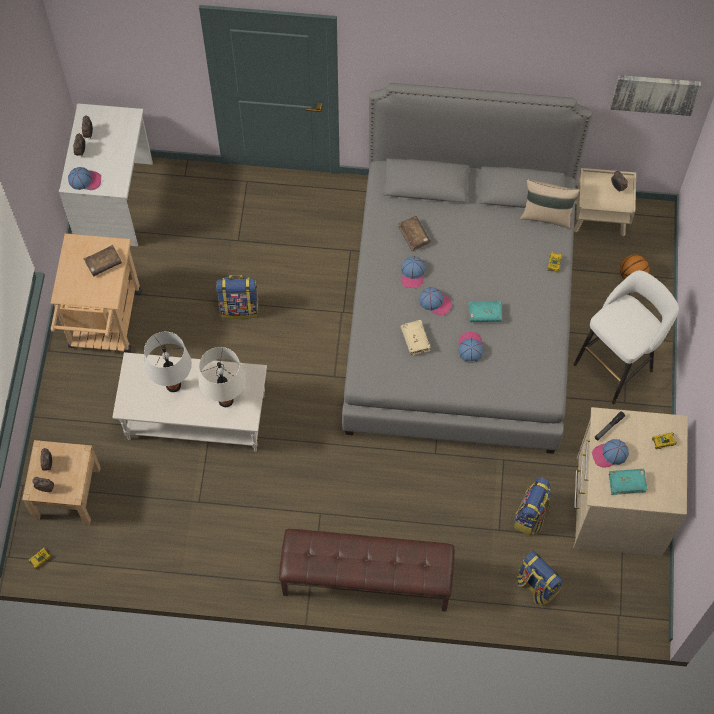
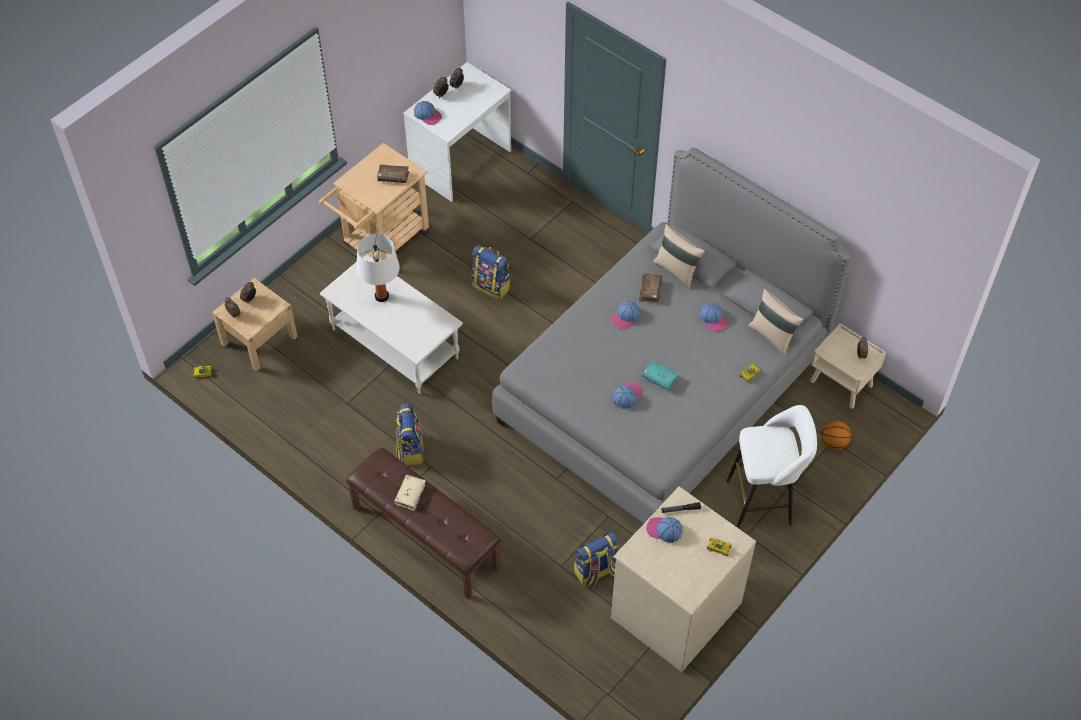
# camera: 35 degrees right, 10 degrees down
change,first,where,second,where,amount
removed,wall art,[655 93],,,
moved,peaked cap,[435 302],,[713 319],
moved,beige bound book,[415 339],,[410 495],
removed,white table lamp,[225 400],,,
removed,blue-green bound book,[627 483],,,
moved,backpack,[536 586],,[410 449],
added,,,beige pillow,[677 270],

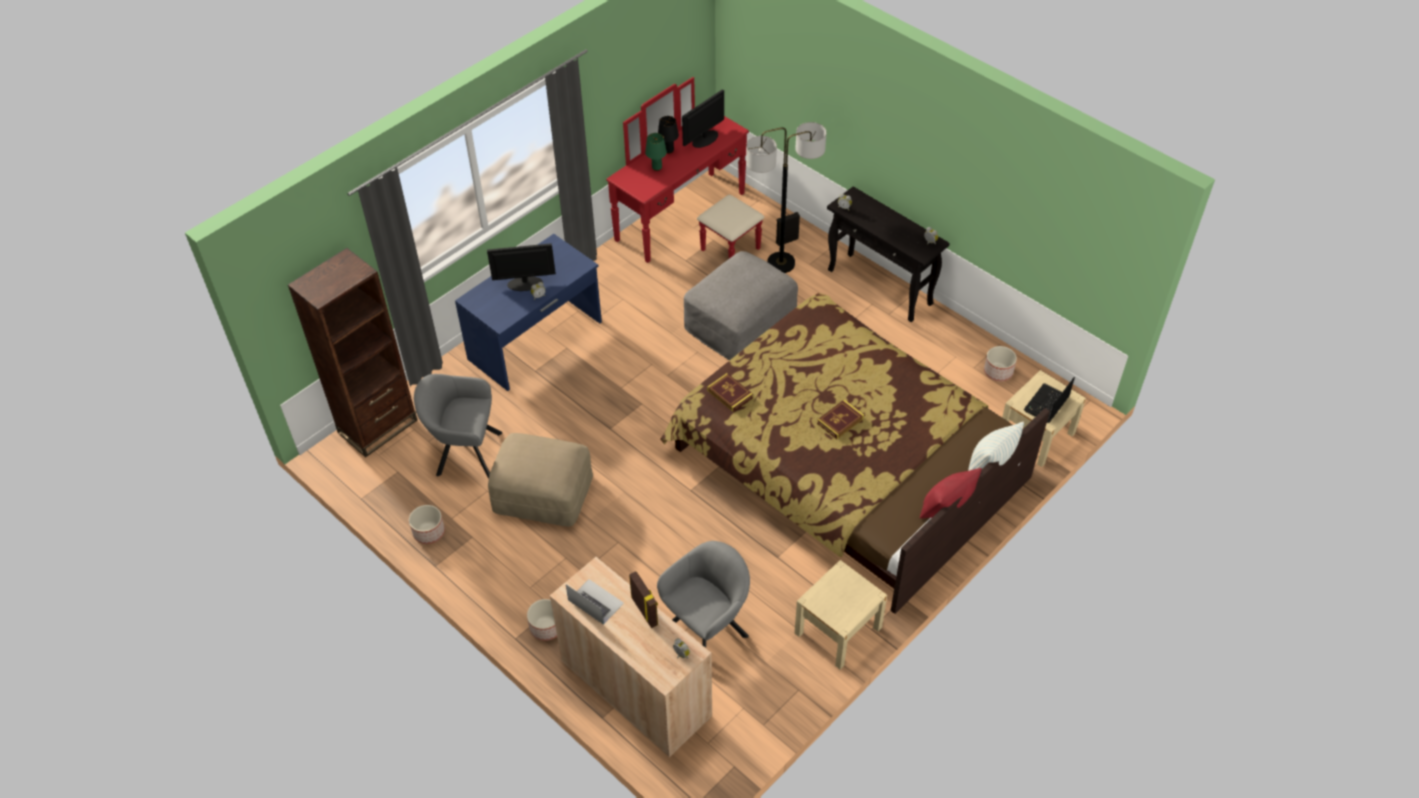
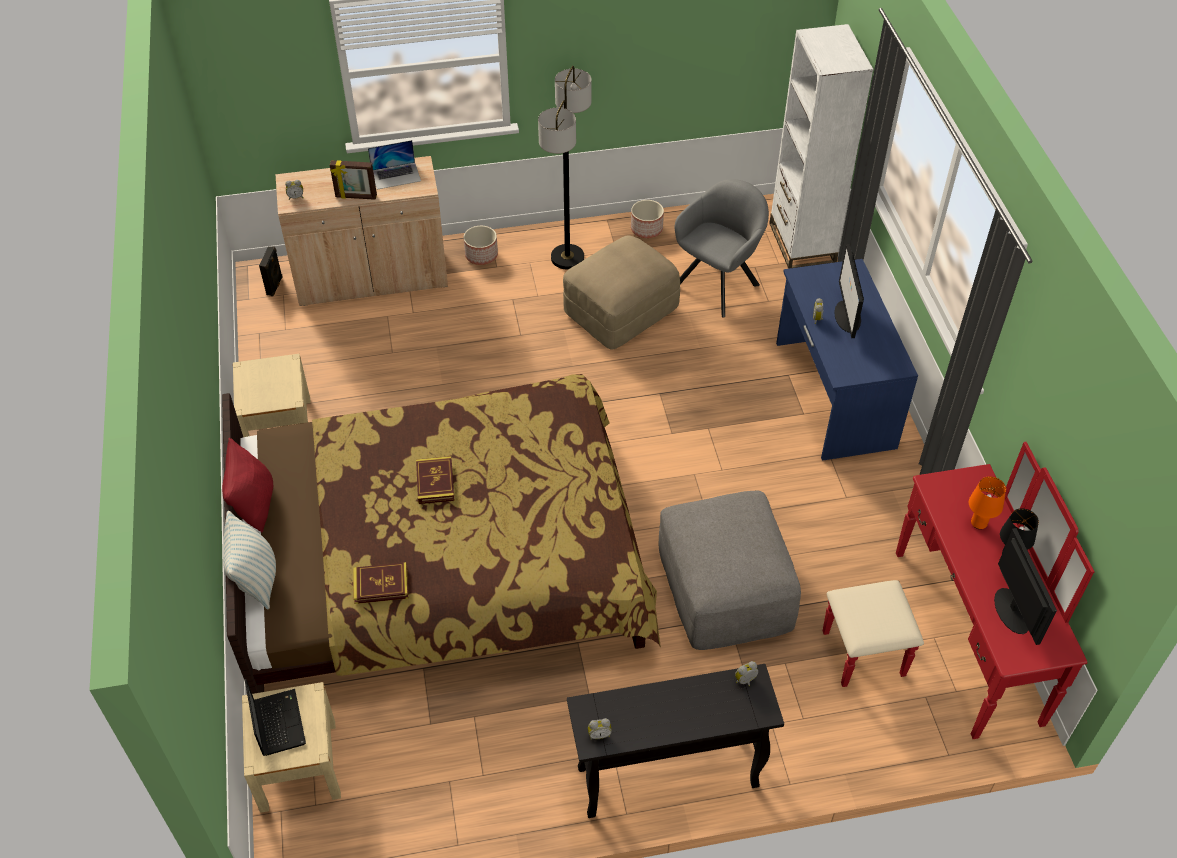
# camera: 125 degrees right, 0 degrees up
change,first,where,second,where,amount
moved,floor lamp,[781 263],,[567 258],
recoloured,greenish table lamp,[657 168],orange-coloured table lamp,[978 523],
moved,black-coloured audio speaker,[786 240],,[275 286],
turned,computer screen,[524 283],,[847 317],150 degrees clockwise
recoloured,brown-coloured bookcase,[378 426],white bookcase,[802 243],
removed,planter,[998 372],,,
moved,bound book,[730 394],,[381 585],
removed,grey easy chair,[708 630],,,

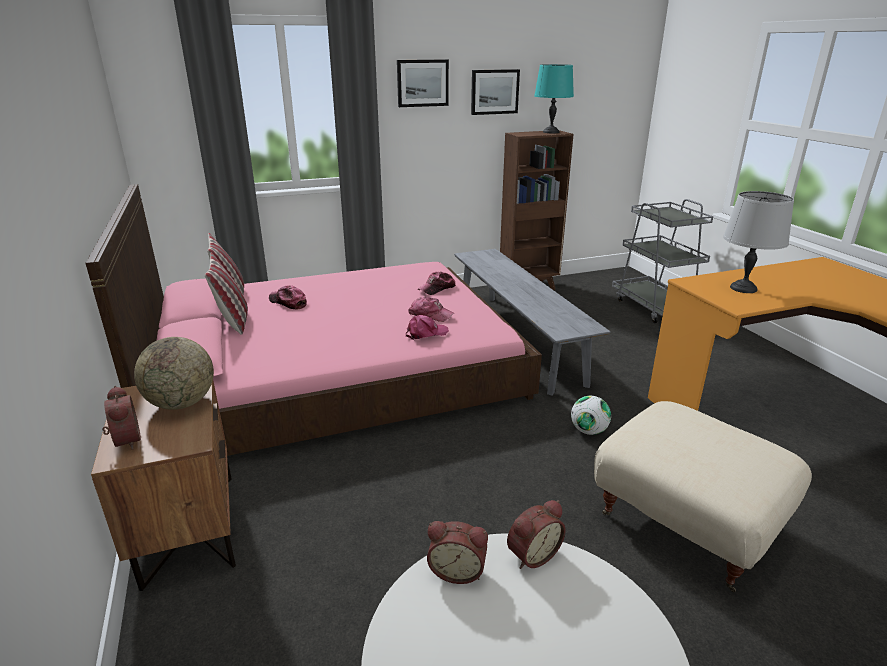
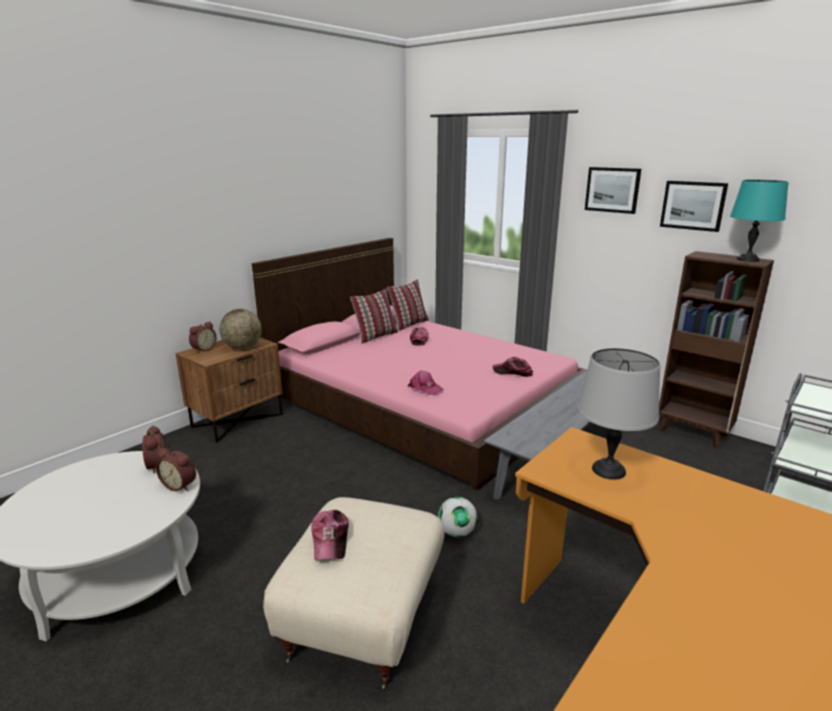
# camera: 60 degrees right, 5 degrees down
change,first,where,second,where,amount
moved,peaked cap,[430 315],,[330 540],

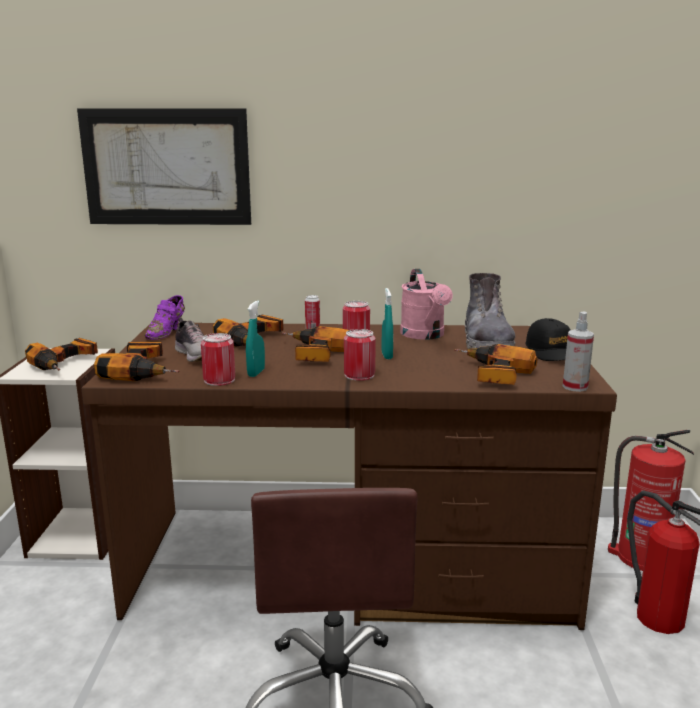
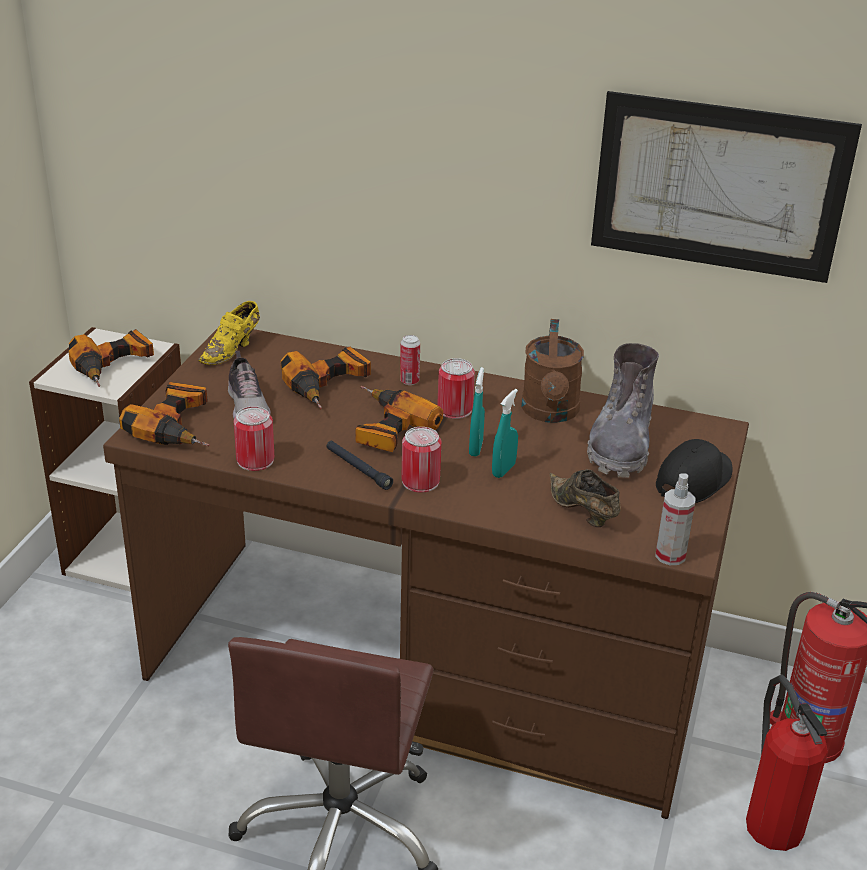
# camera: 15 degrees right, 15 degrees up
change,first,where,second,where,amount
moved,wall art,[166 167],,[719 187],
recoloured,pink watering pot,[425 335],brown-coloured watering pot,[550 413],
recoloured,purple-coloured item of footwear,[167 332],yellowish item of footwear,[232 350],
moved,blue-green spray bottle,[256 373],,[503 470],
turned,black-coloured peaked cap,[551 352],,[694 480],150 degrees counterclockwise
replaced,drill,[492 375],brown-coloured item of footwear,[582 512],
added,,,black-coloured hand torch,[358 469],

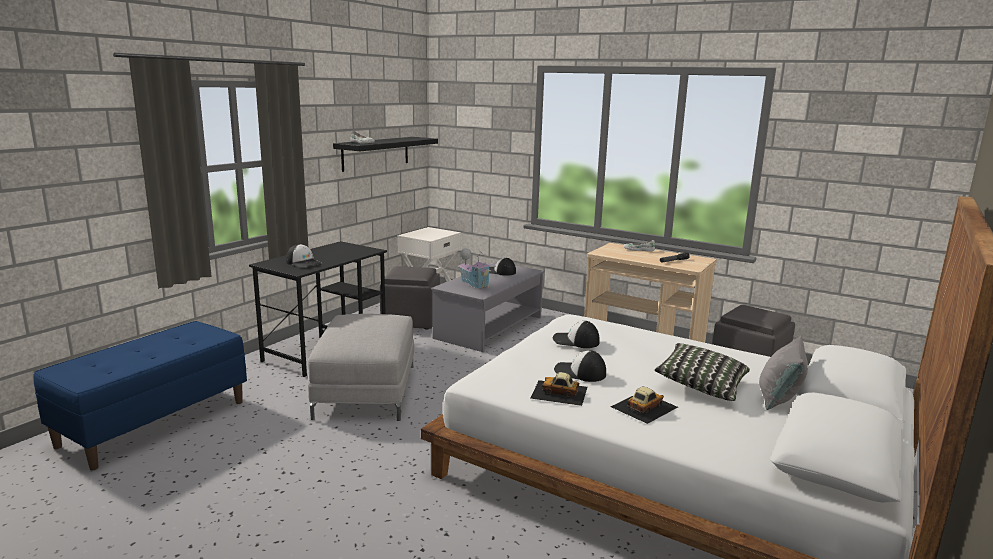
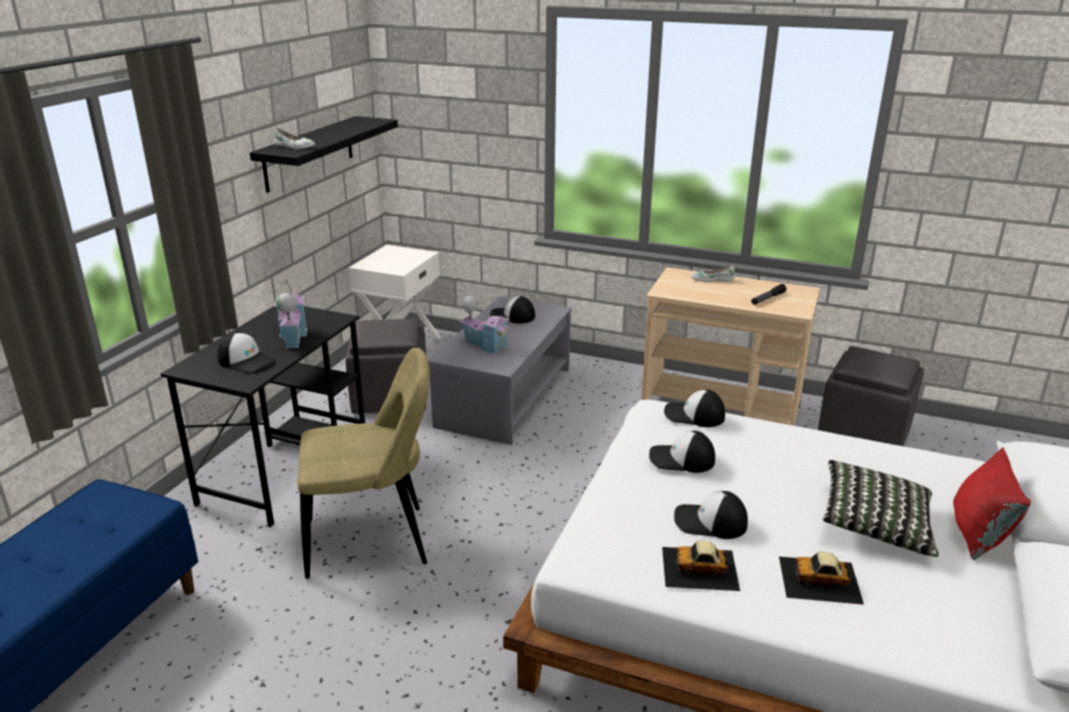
# camera: 10 degrees left, 10 degrees up
change,first,where,second,where,amount
replaced,grey footrest,[367 391],beige plain chair,[373 541],
recoloured,grey pillow,[779 398],red-coloured pillow,[978 534],
turned,miniature car,[643 406],,[820 580],120 degrees counterclockwise
added,,,model house,[292 337],
added,,,peaked cap,[693 415],

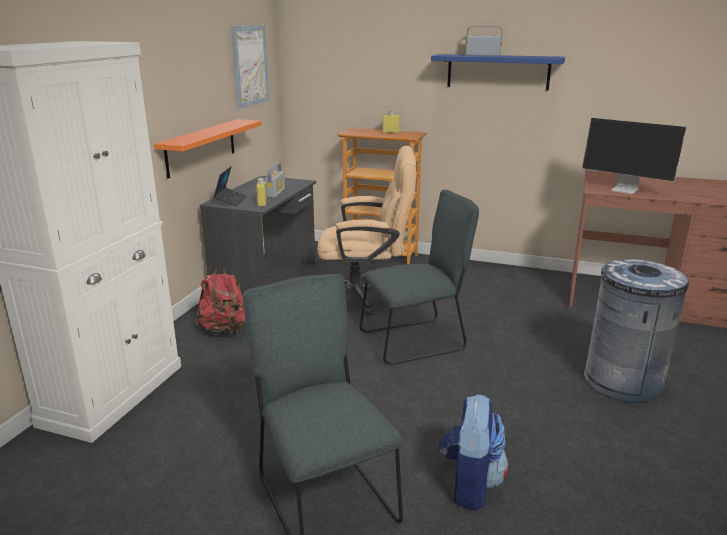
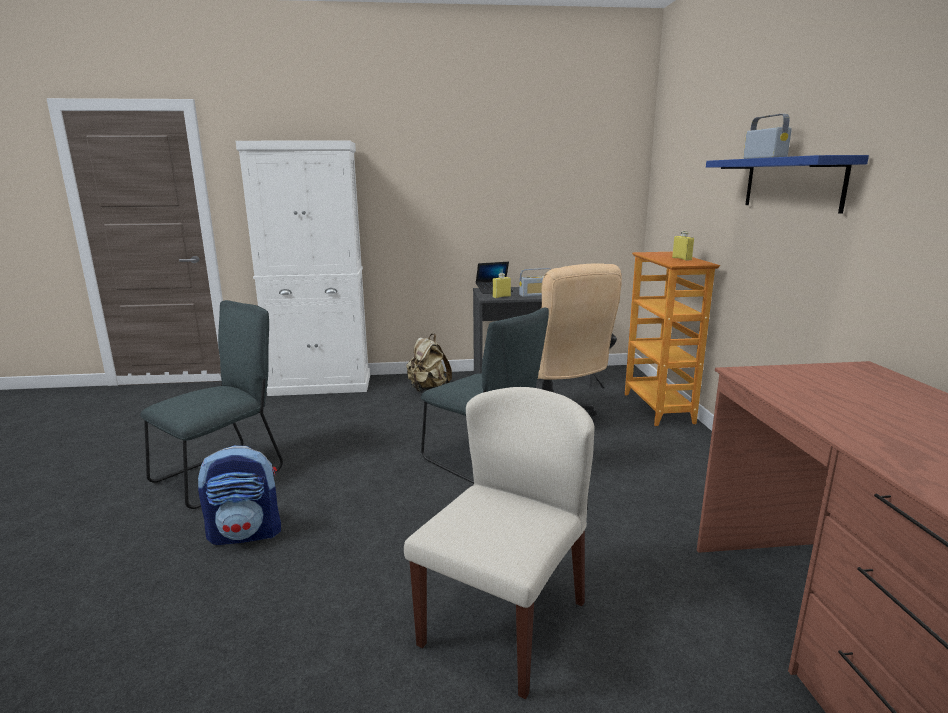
# camera: 65 degrees right, 5 degrees down
change,first,where,second,where,amount
removed,wall art,[250 65],,,
removed,computer screen,[626 190],,,
removed,orange-coloured shelf,[201 147],,,
replaced,grey rubbish bin,[623 382],beige plain chair,[504 621],
recoloured,red-coloured backpack,[224 331],beige backpack,[428 389],

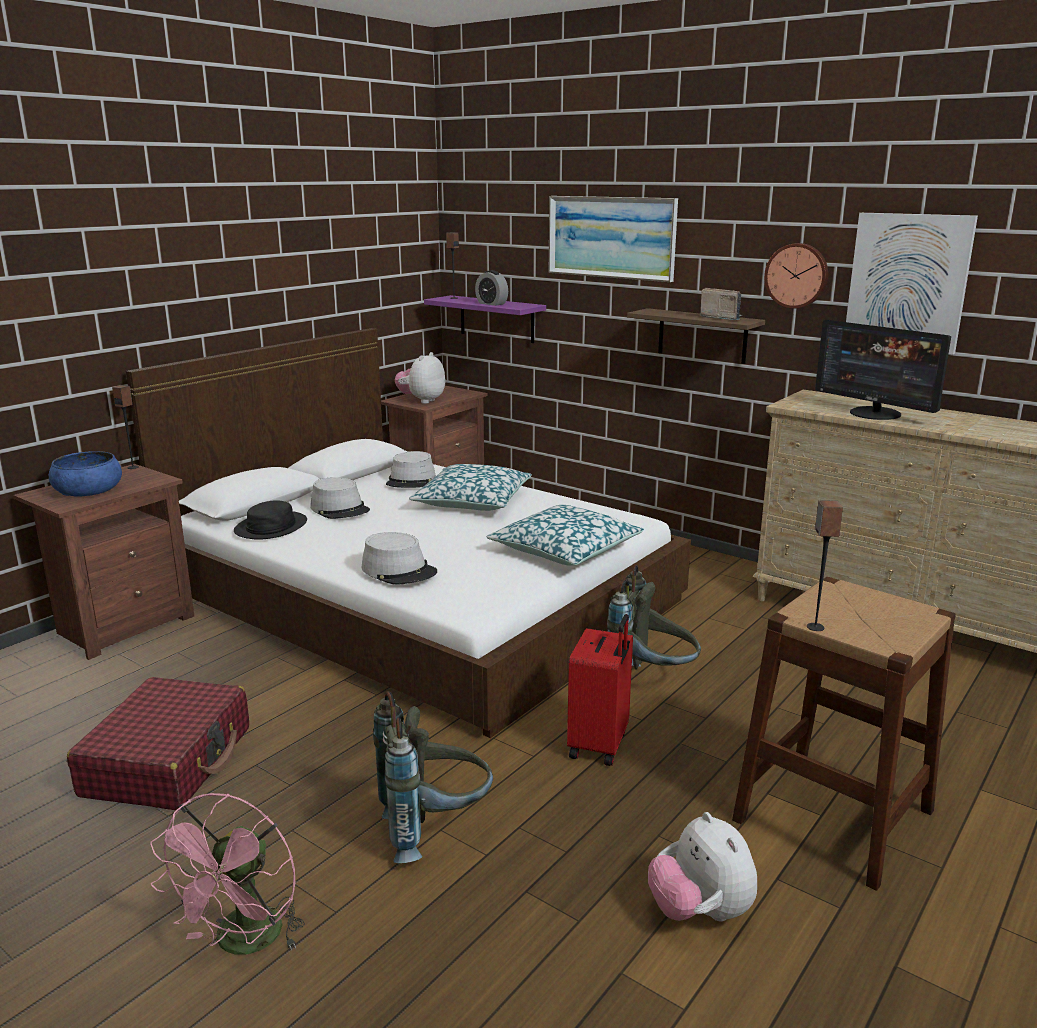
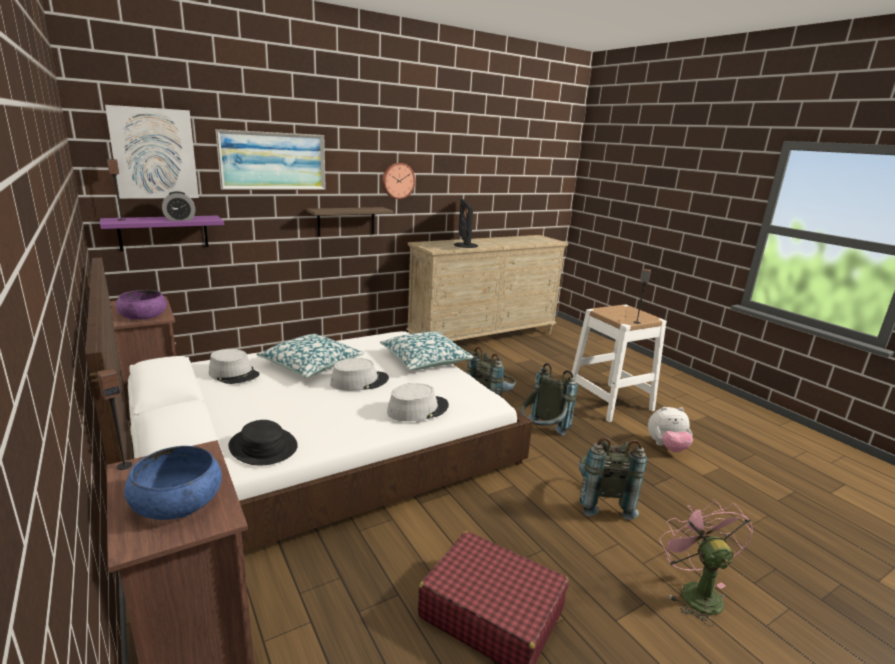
# camera: 70 degrees left, 0 degrees up
change,first,where,second,where,amount
moved,wall art,[908 282],,[154 154],
removed,radio,[721 318],,,
turned,computer screen,[875 413],,[465 245],105 degrees clockwise
replaced,plush toy,[422 401],purple-coloured deep dish,[143 315],
moved,grey hat,[340 509],,[359 381],
recoloured,brown-coloured stool,[833 815],white stool,[609 402],
replaced,red-coloured piece of luggage,[600 745],grey backpack,[541 434],
turned,pink fan,[243 943],,[694 591],135 degrees counterclockwise

